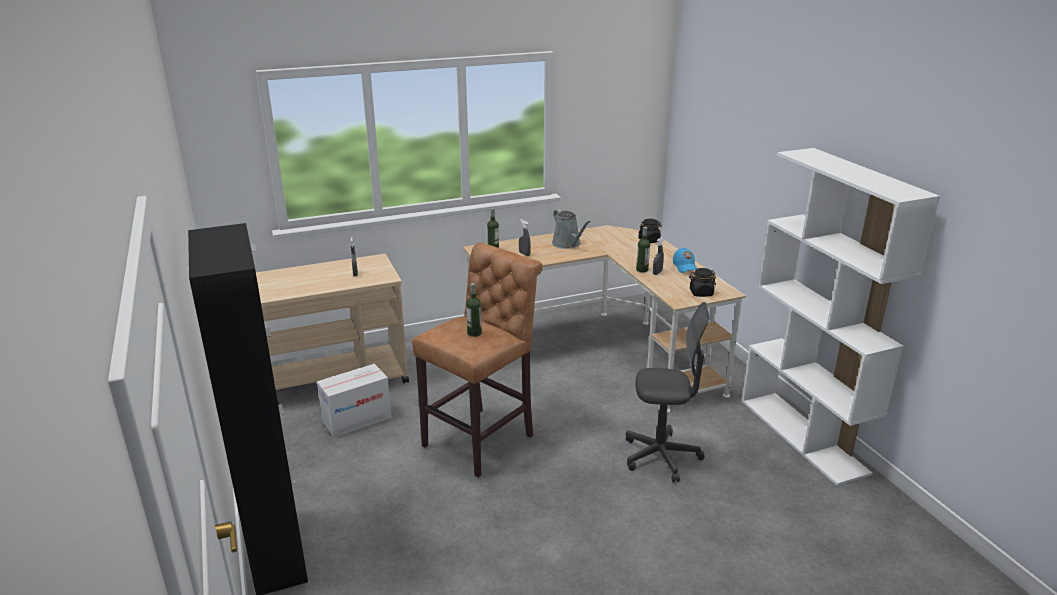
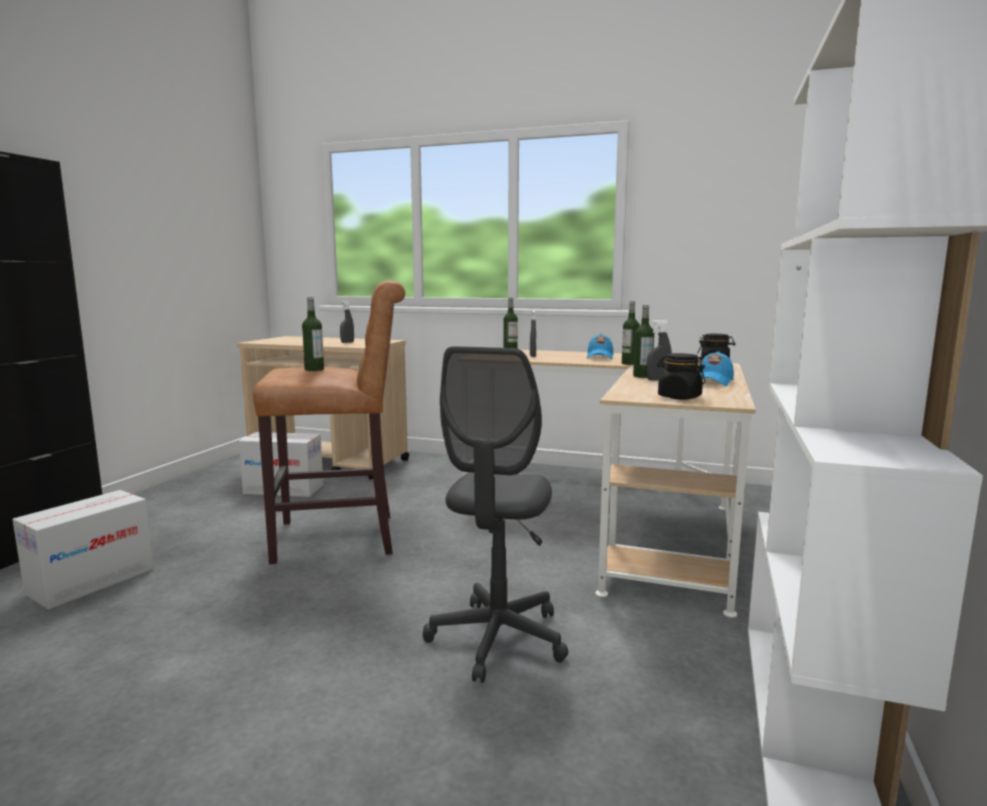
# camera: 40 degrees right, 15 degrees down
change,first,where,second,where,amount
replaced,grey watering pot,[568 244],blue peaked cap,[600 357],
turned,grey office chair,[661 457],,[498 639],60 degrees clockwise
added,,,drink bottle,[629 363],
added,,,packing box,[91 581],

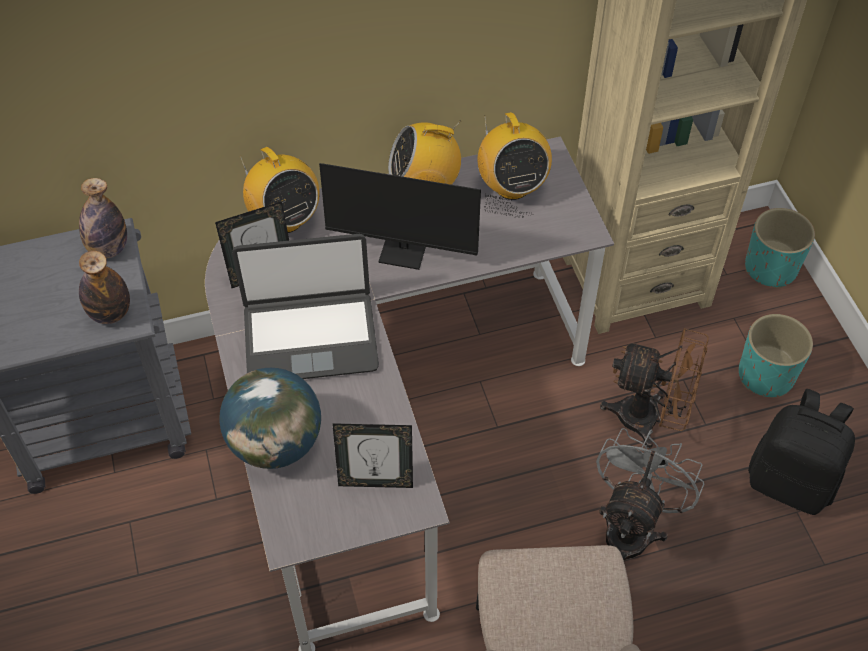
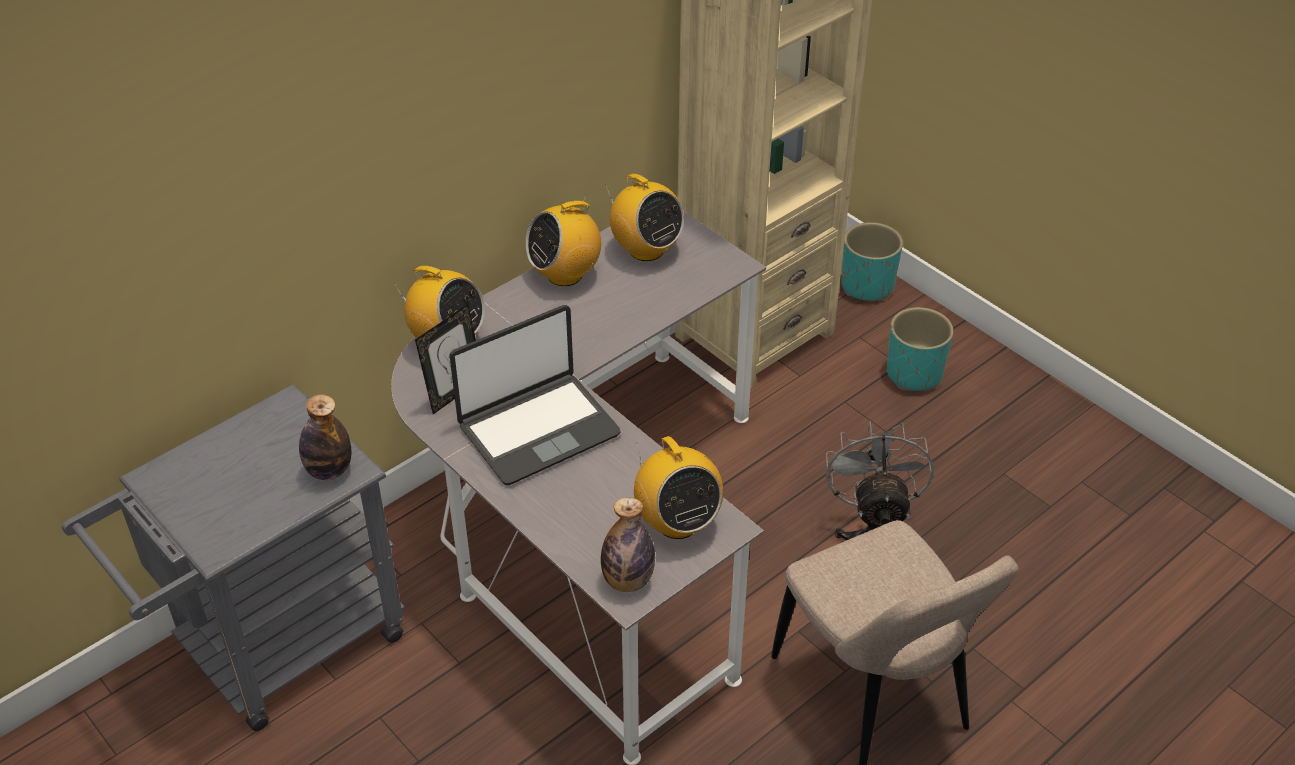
# camera: 25 degrees left, 10 degrees down
change,first,where,second,where,amount
removed,computer screen,[410 253],,,
moved,drink bottle,[108 249],,[627 580],
removed,brown-coloured fan,[649 419],,,
removed,globe,[275 443],,,
removed,black-coloured backpack,[790 482],,,
replaced,standing frame,[375 481],radio,[677 522],

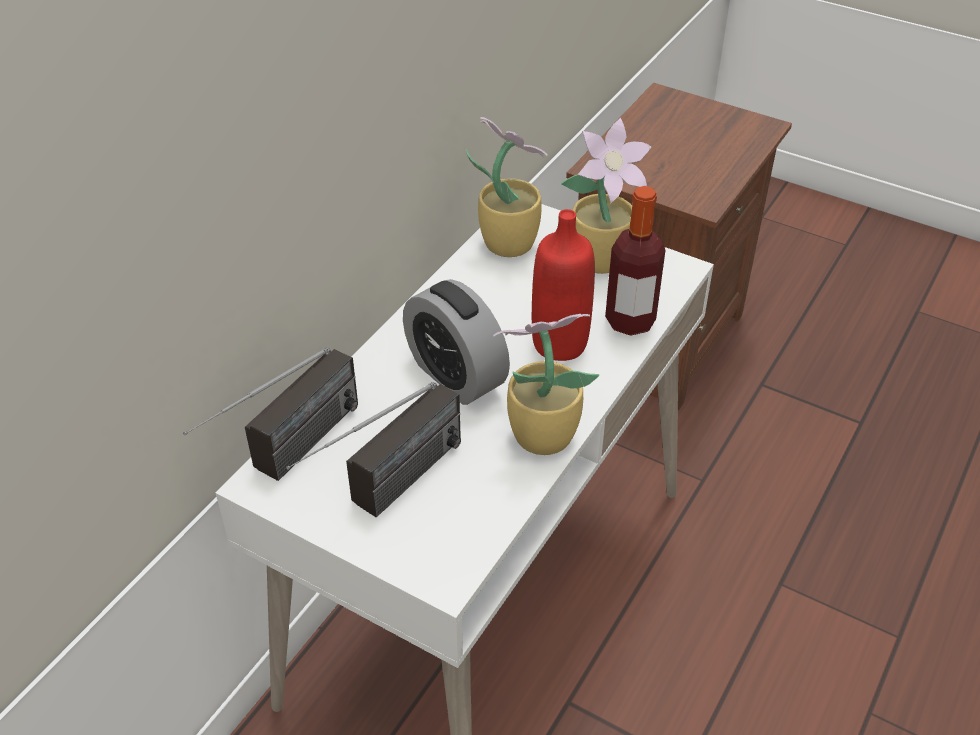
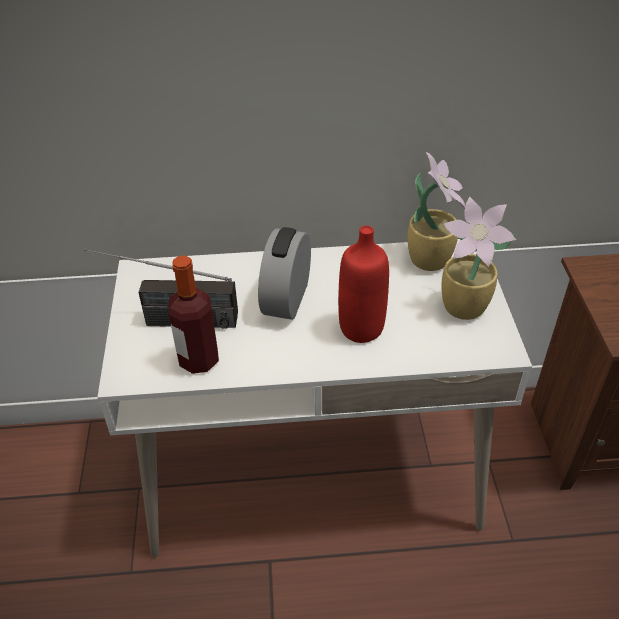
# camera: 55 degrees right, 0 degrees up
change,first,where,second,where,amount
moved,drink bottle,[630 321],,[199 360],
removed,potted plant,[539 435],,,
removed,radio,[287 458],,,

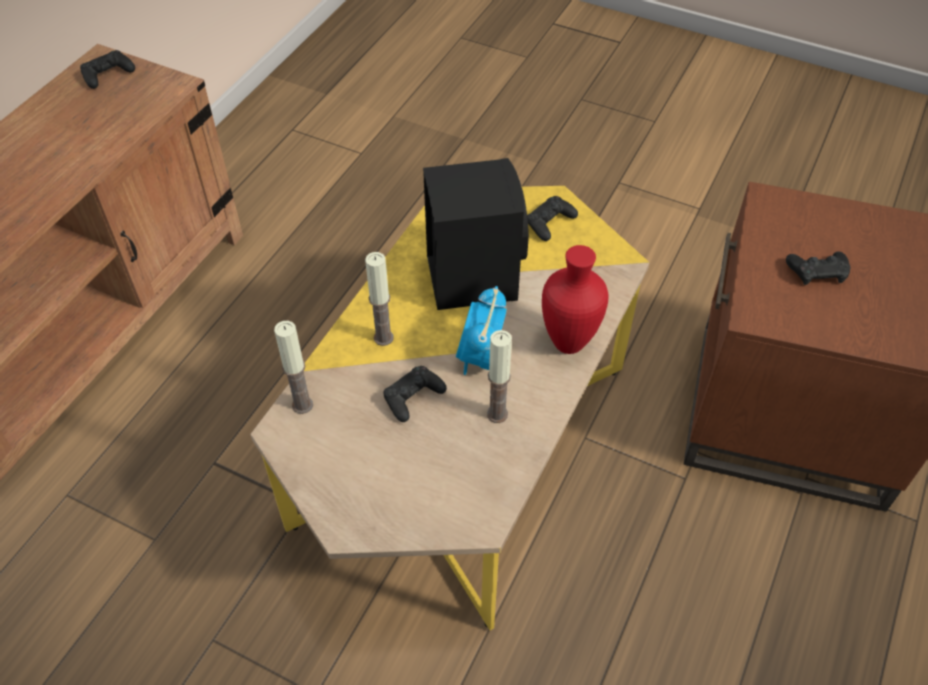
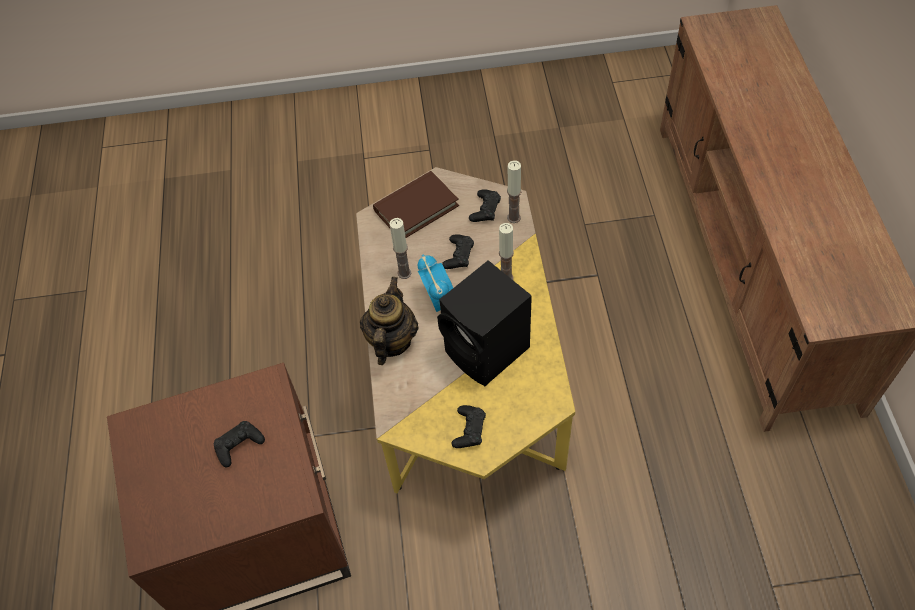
# camera: 150 degrees right, 5 degrees up
change,first,where,second,where,amount
moved,black-coloured gamepad,[107 74],,[485 209],
replaced,red-coloured vase,[570 343],pot for tea,[391 341],
added,,,brown-coloured bound book,[416 208],

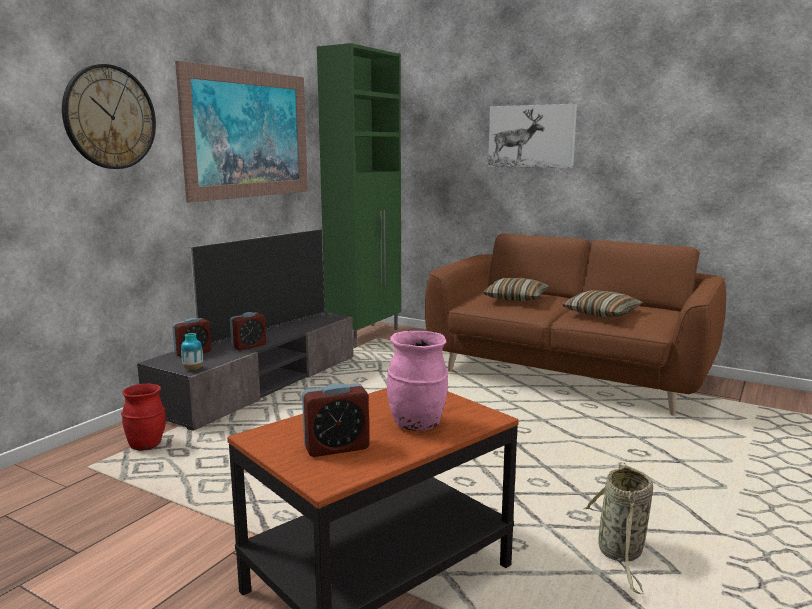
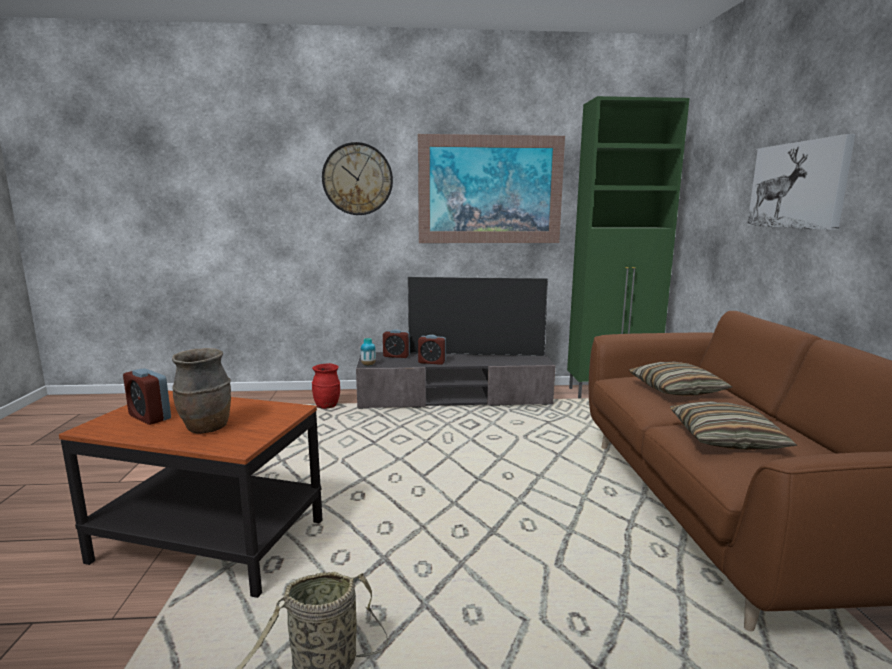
# camera: 55 degrees right, 0 degrees up
change,first,where,second,where,amount
recoloured,pink vase,[418 424],brown-coloured vase,[207 428],

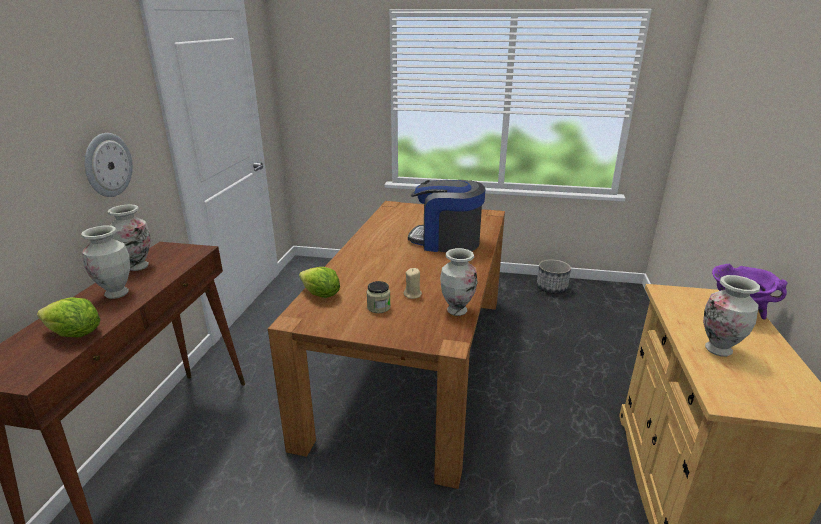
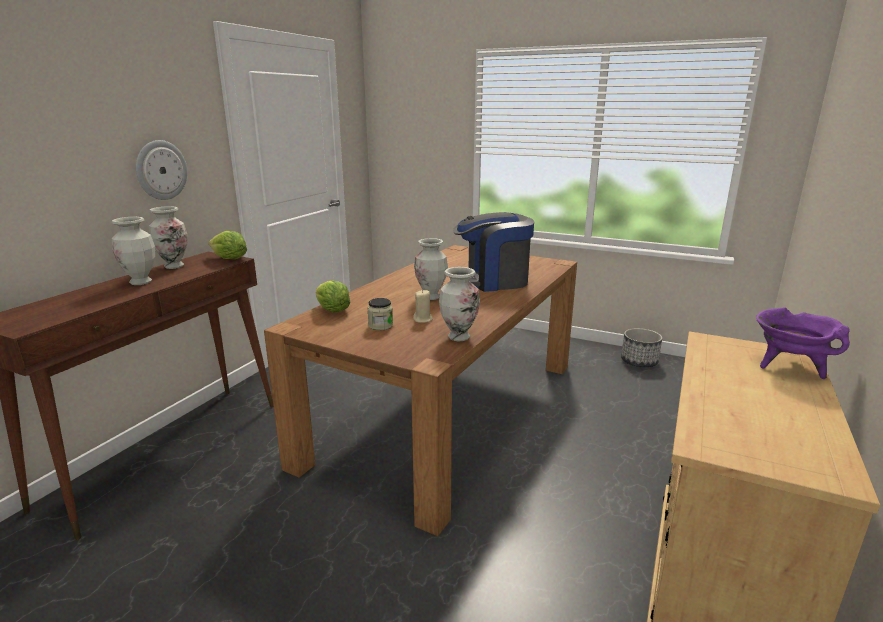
# camera: 15 degrees right, 5 degrees down
change,first,where,second,where,amount
turned,coffee brewer,[446 241],,[492 281],45 degrees counterclockwise
moved,vase,[718 350],,[431 297],
moved,head of lettuce,[75 334],,[229 259],

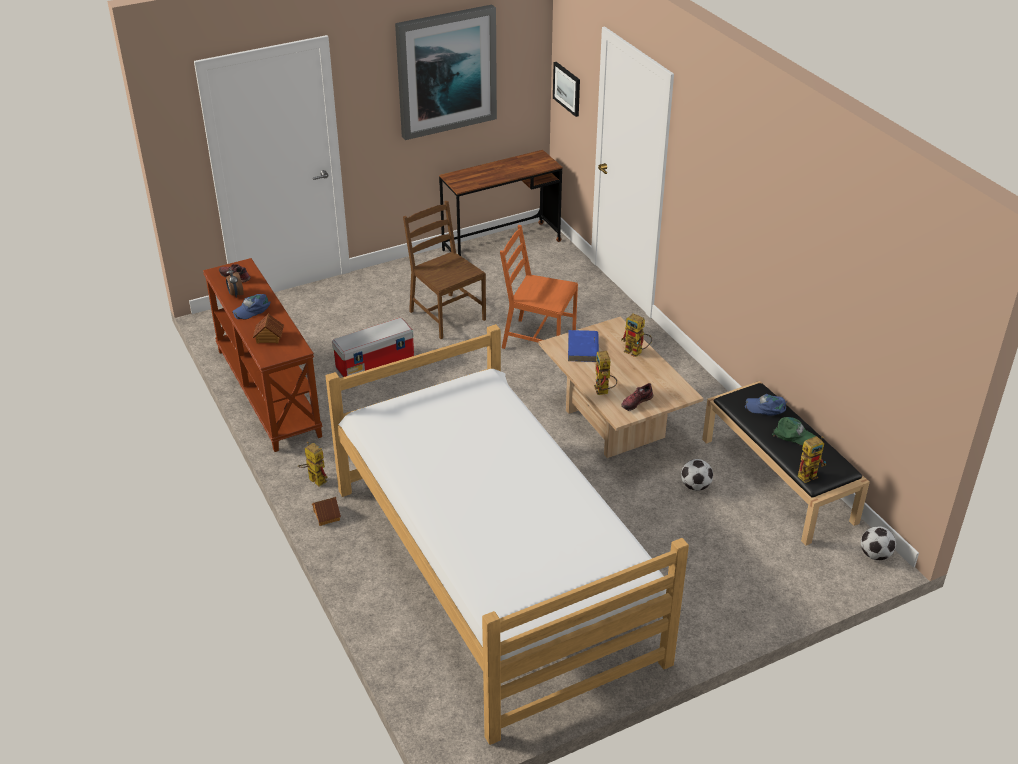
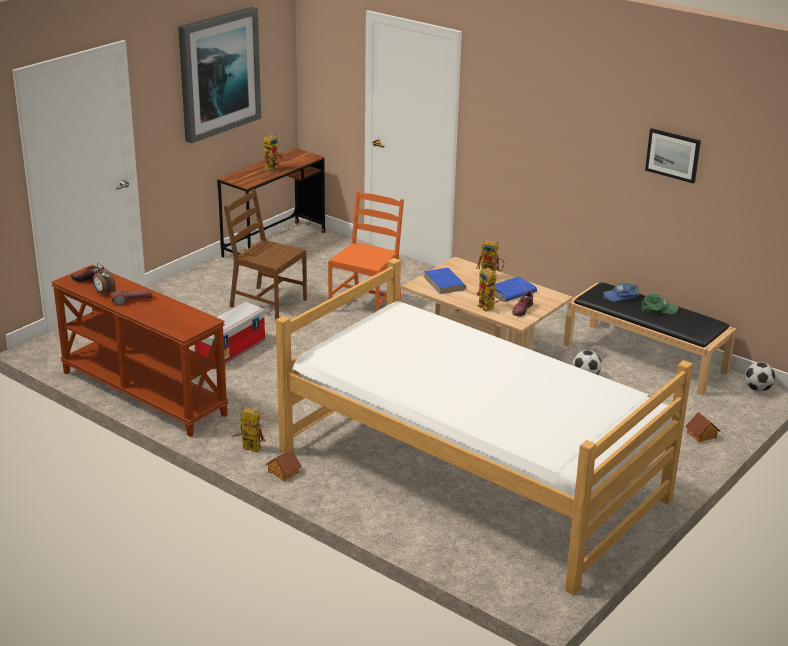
# camera: 25 degrees left, 10 degrees down
change,first,where,second,where,amount
moved,wall art,[567 88],,[673 155],
turned,orange-coloured plain chair,[538 339],,[366 304],120 degrees clockwise
replaced,blue peaked cap,[252 309],hand torch,[132 300],
moved,model house,[268 337],,[701 435],
moved,robot figure,[809 474],,[272 168],
added,,,blue bound book,[511 292],

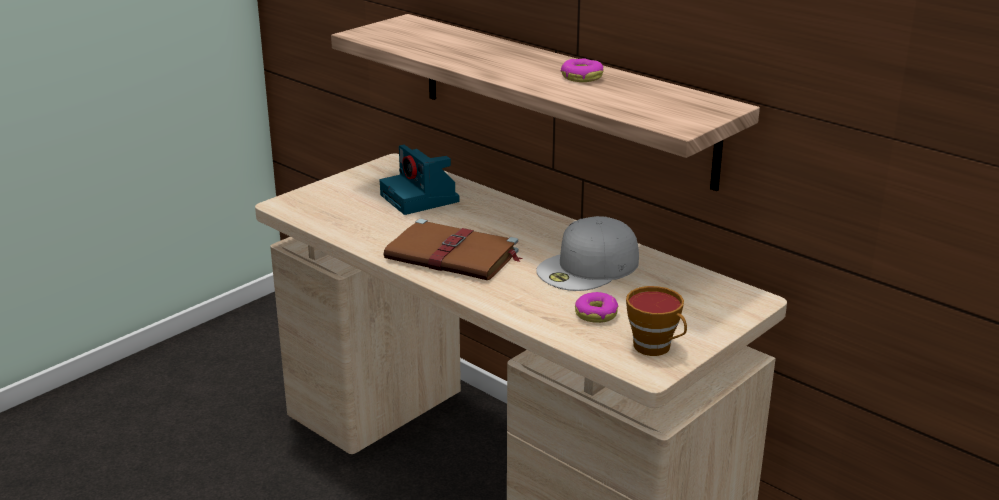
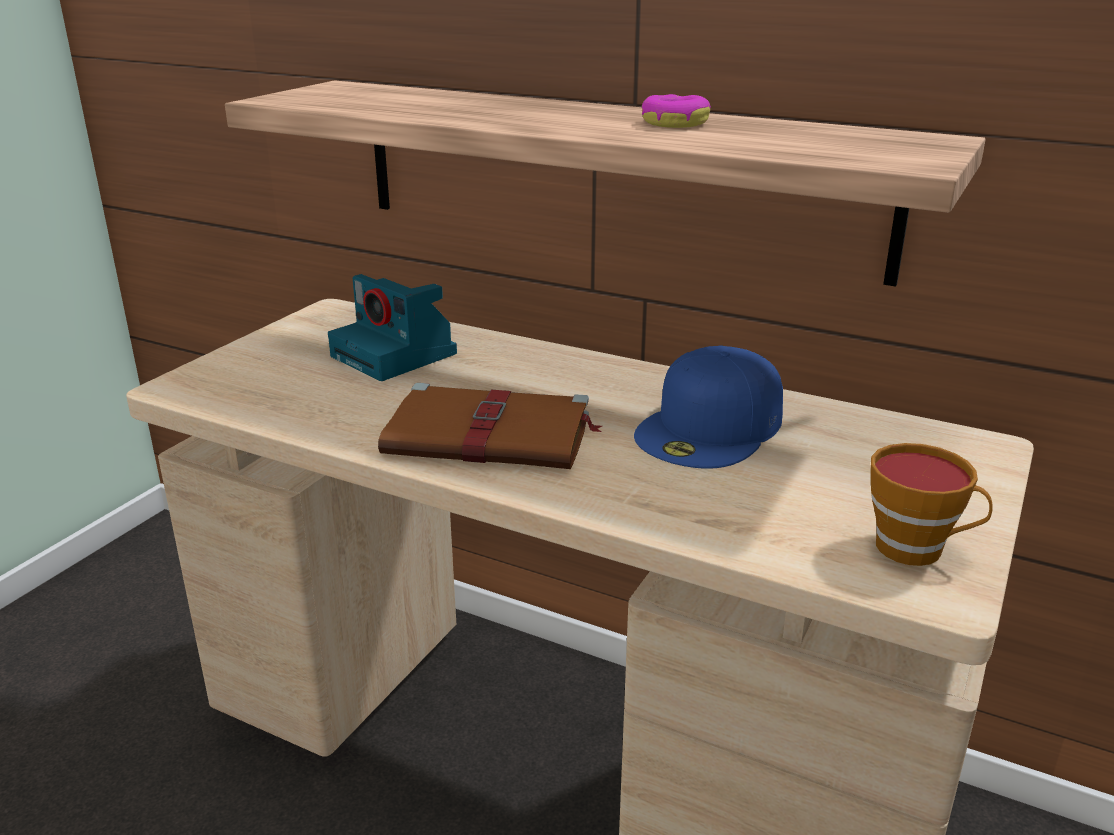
# camera: 15 degrees left, 0 degrees up
change,first,where,second,where,amount
recoloured,white peaked cap,[588 267],blue peaked cap,[711 428],
removed,doughnut,[596 314],,,

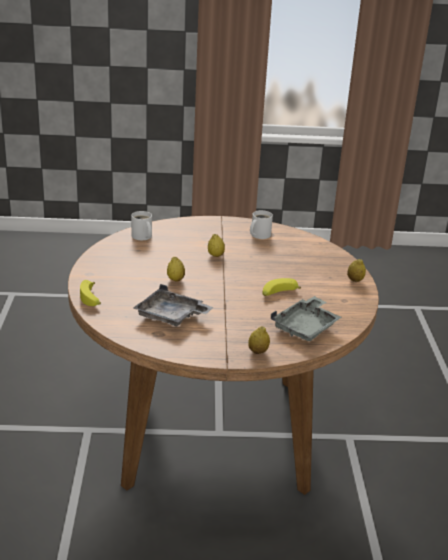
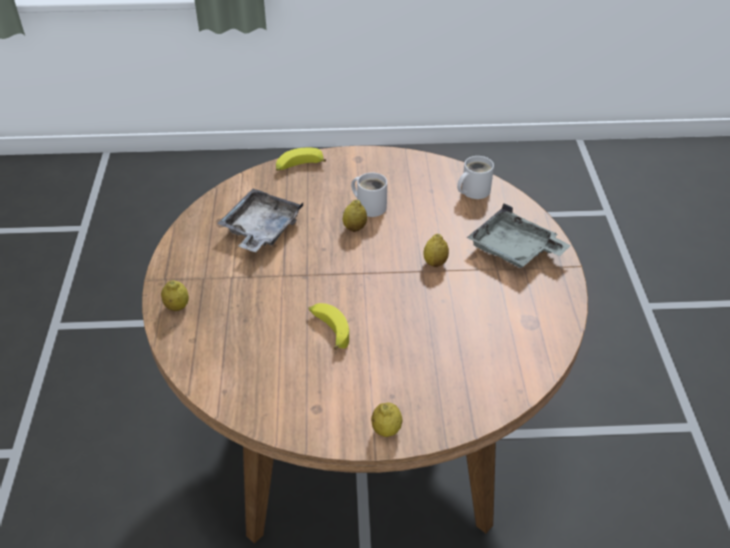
# camera: 90 degrees right, 15 degrees up
change,first,where,second,where,amount
moved,white tea mug,[259 235],,[370 205],
moved,grey carrying tray,[306 327],,[514 250],

